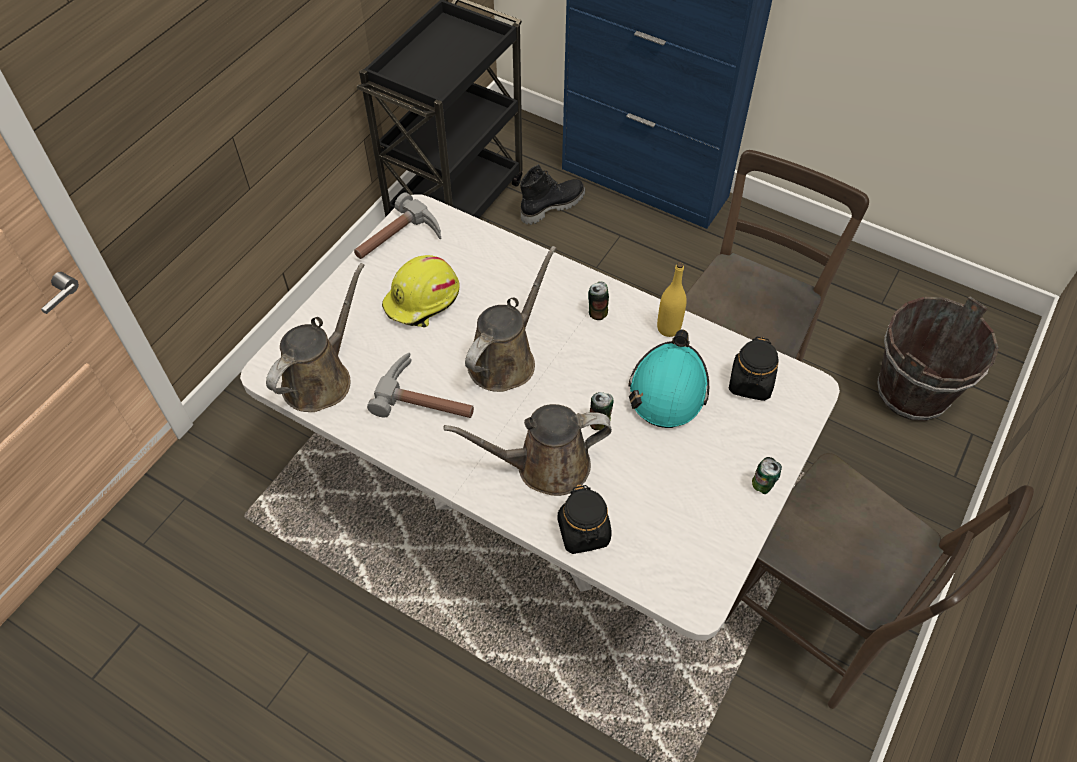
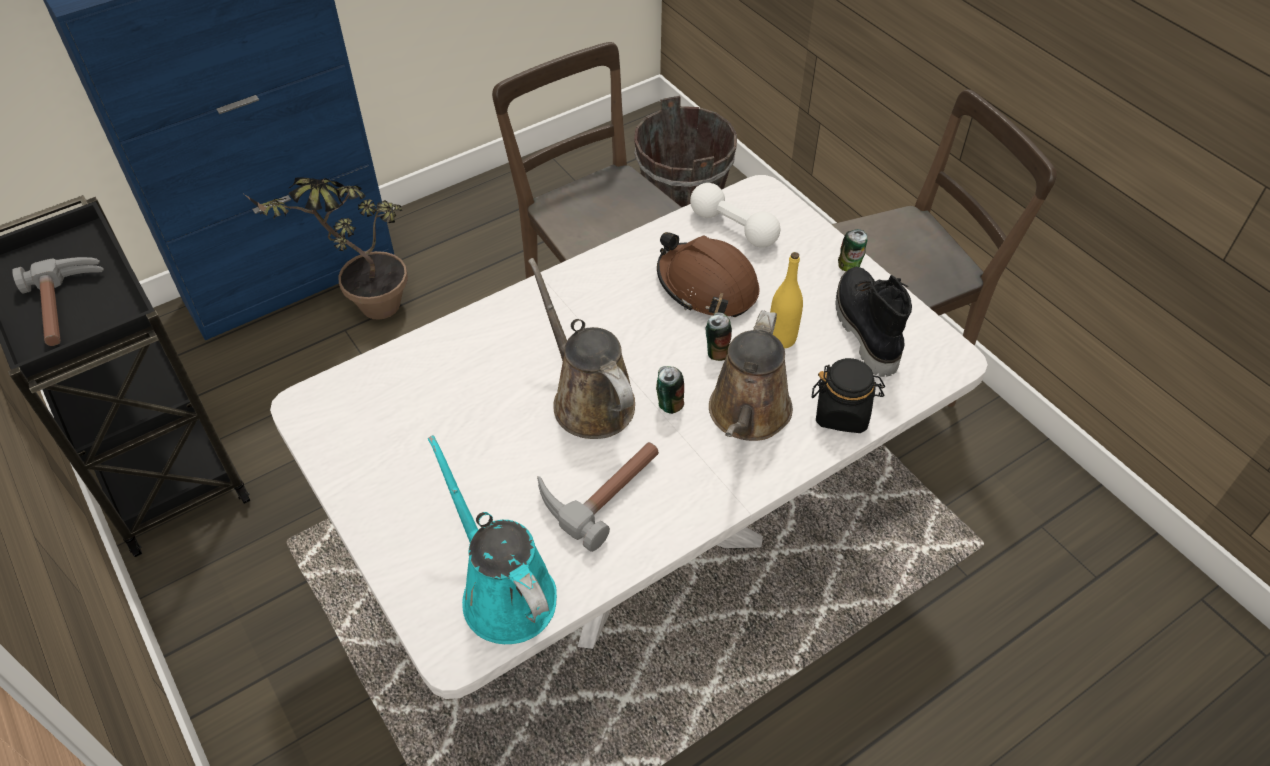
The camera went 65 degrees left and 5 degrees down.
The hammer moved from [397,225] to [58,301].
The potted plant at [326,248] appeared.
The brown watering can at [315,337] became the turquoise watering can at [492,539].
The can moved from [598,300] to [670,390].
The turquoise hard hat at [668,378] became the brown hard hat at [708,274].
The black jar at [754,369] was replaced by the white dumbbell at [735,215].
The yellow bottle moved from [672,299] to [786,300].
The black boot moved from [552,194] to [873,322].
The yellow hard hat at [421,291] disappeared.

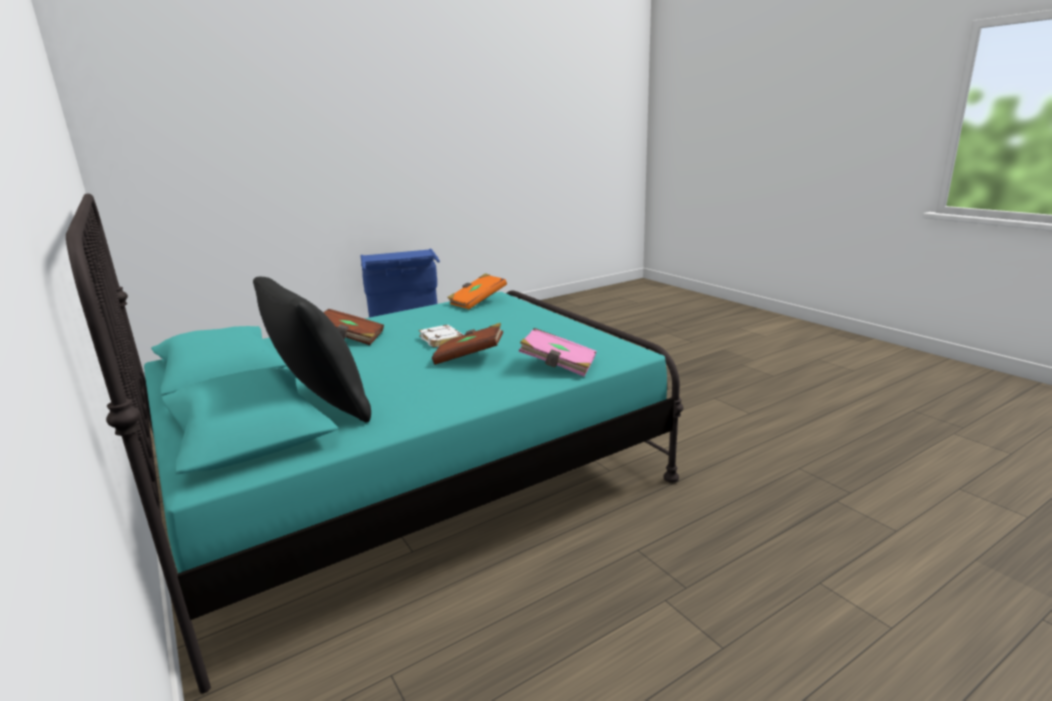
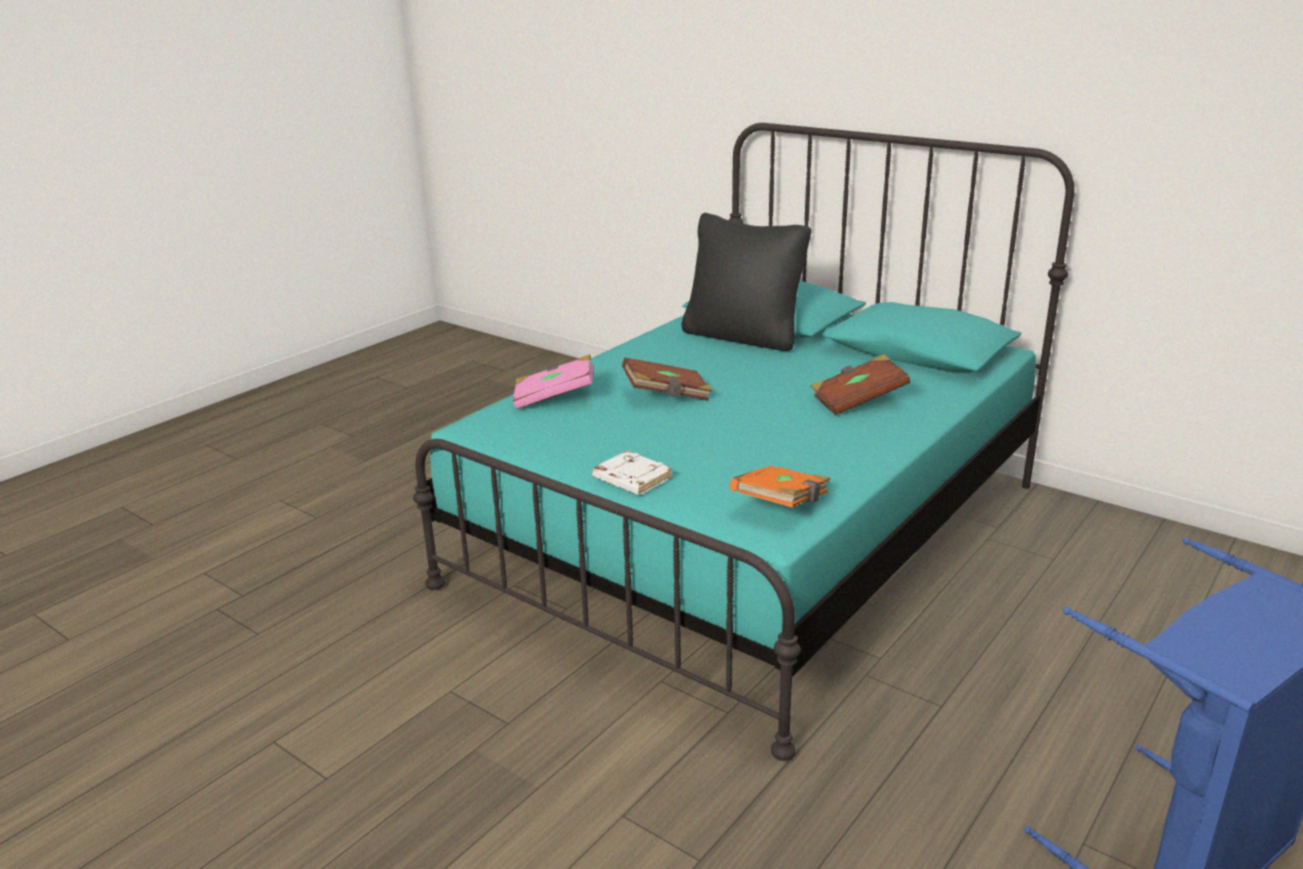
The camera went 160 degrees right and 5 degrees up.
The white book moved from [441,336] to [632,473].

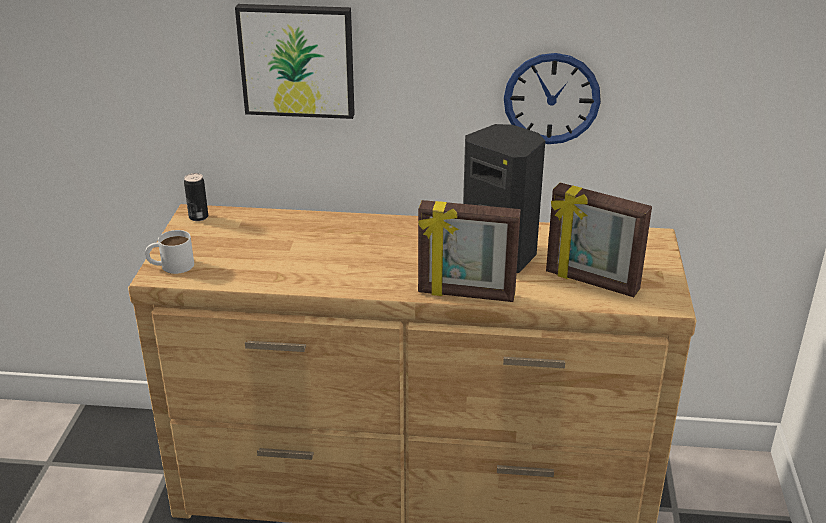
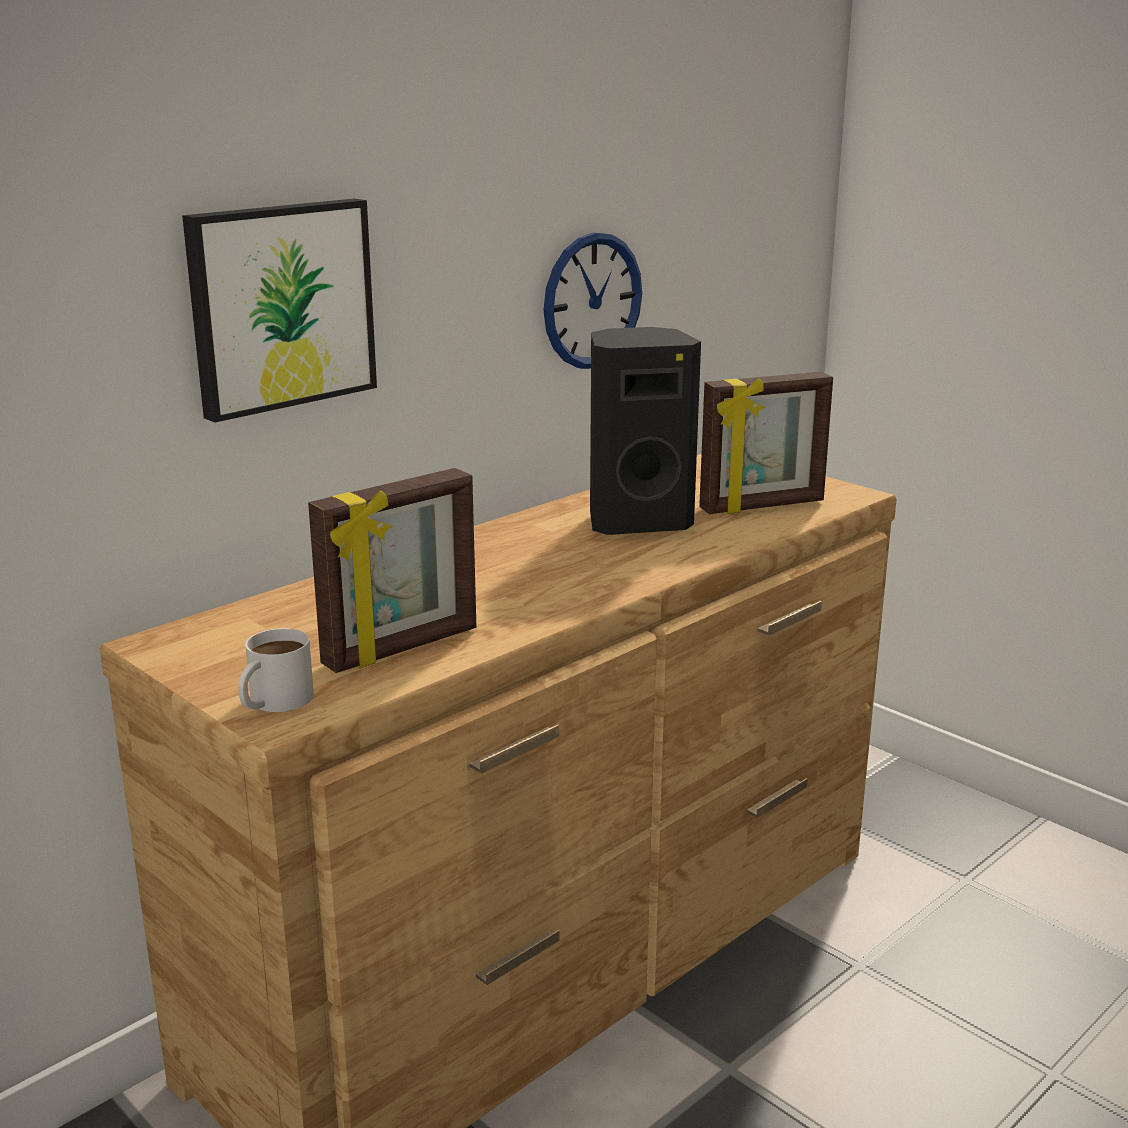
The camera went 50 degrees left and 10 degrees down.
The picture frame moved from [469,251] to [392,570].
The can at [196,197] disappeared.

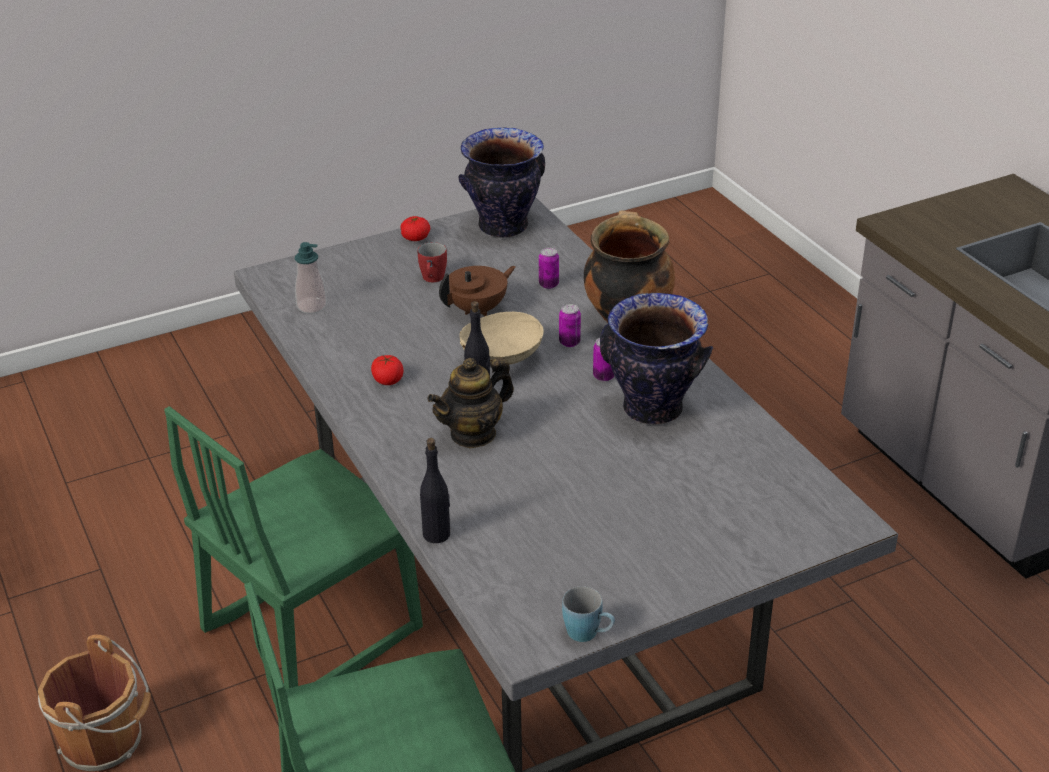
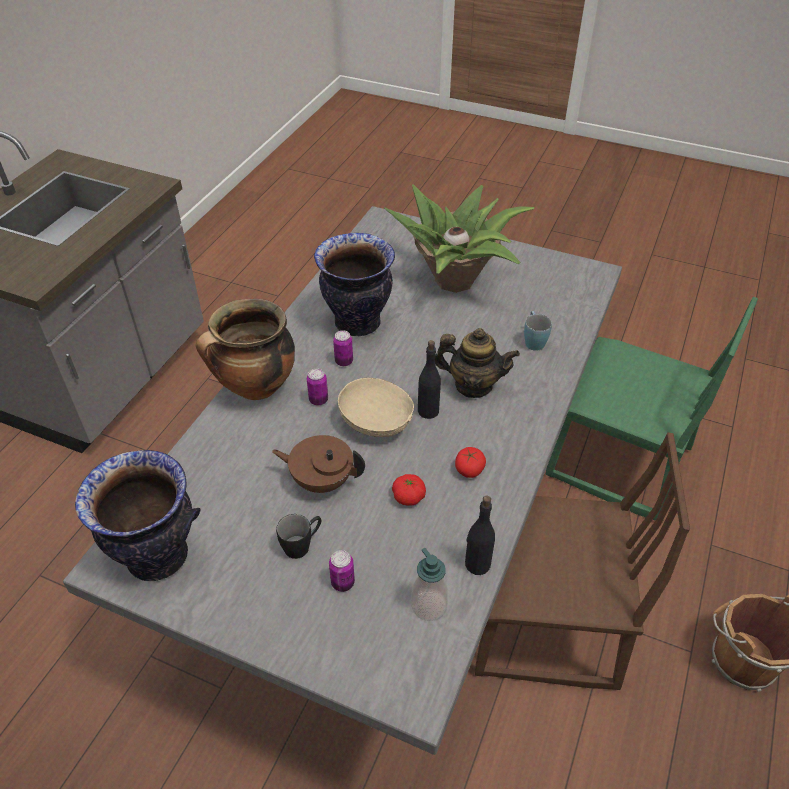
The camera went 130 degrees left and 10 degrees up.
The red mug at [432,262] became the black mug at [298,536].
The can moved from [549,268] to [342,571].
The potted plant at [459,238] appeared.
The tomato moved from [415,228] to [409,490].
The black bottle moved from [435,490] to [480,535].
The green chair at [293,547] became the brown chair at [582,561].
The blue mug moved from [588,614] to [538,331].

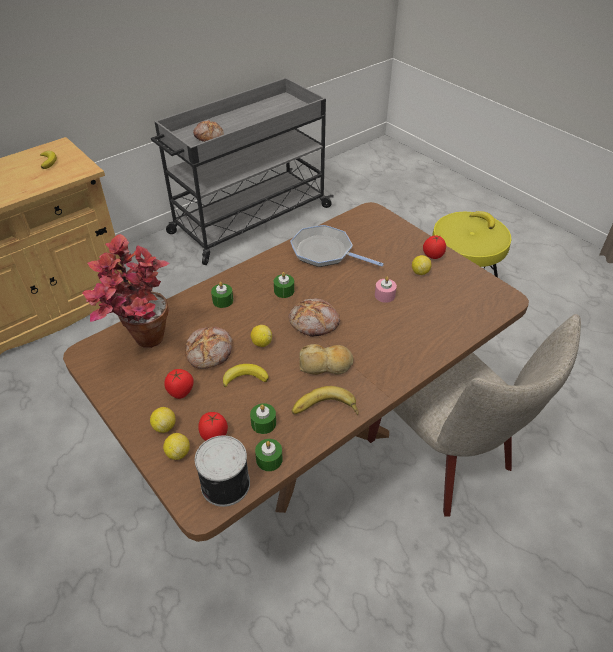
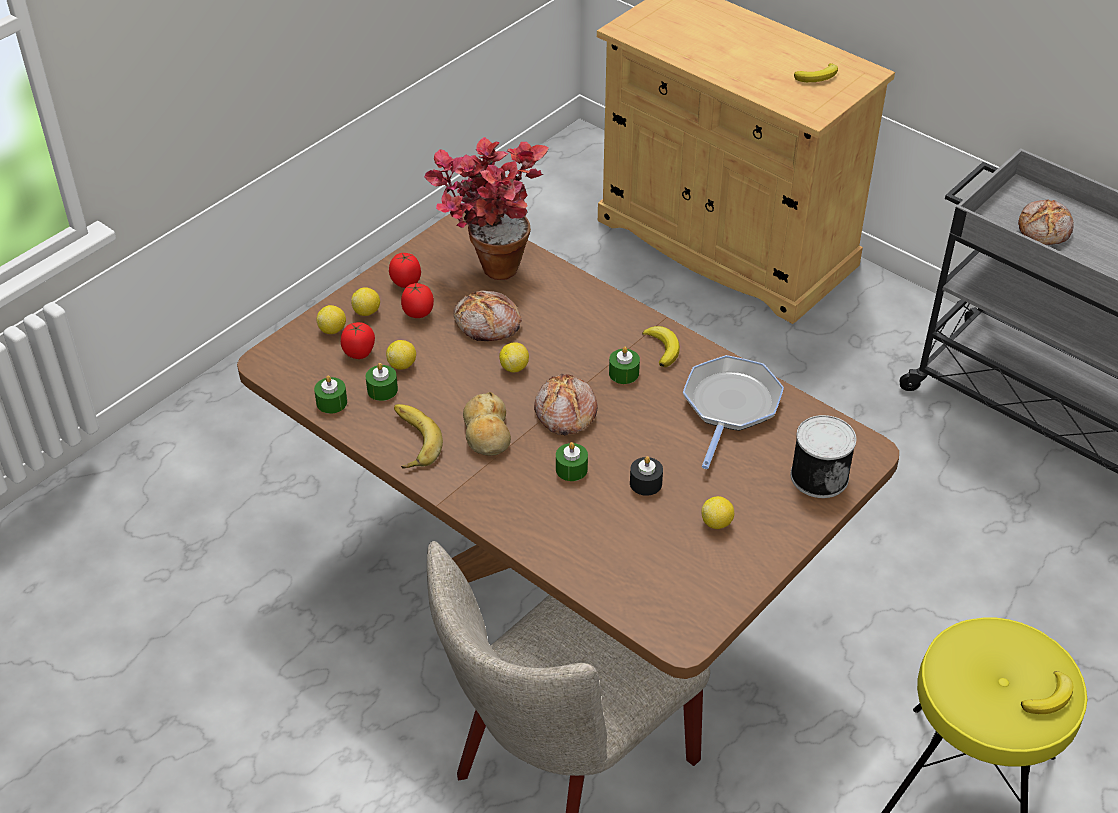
The camera went 80 degrees right and 0 degrees up.
The lemon at [401,355] appeared.
The tomato moved from [434,247] to [405,270].
The green candle moved from [222,295] to [572,461].
The pink candle at [386,290] became the black candle at [646,476].
The banana moved from [246,376] to [661,346].
The can moved from [222,471] to [823,456].

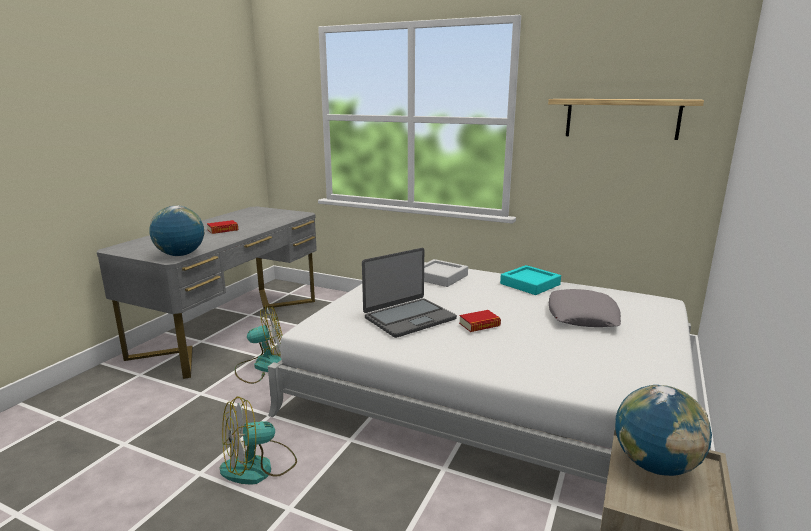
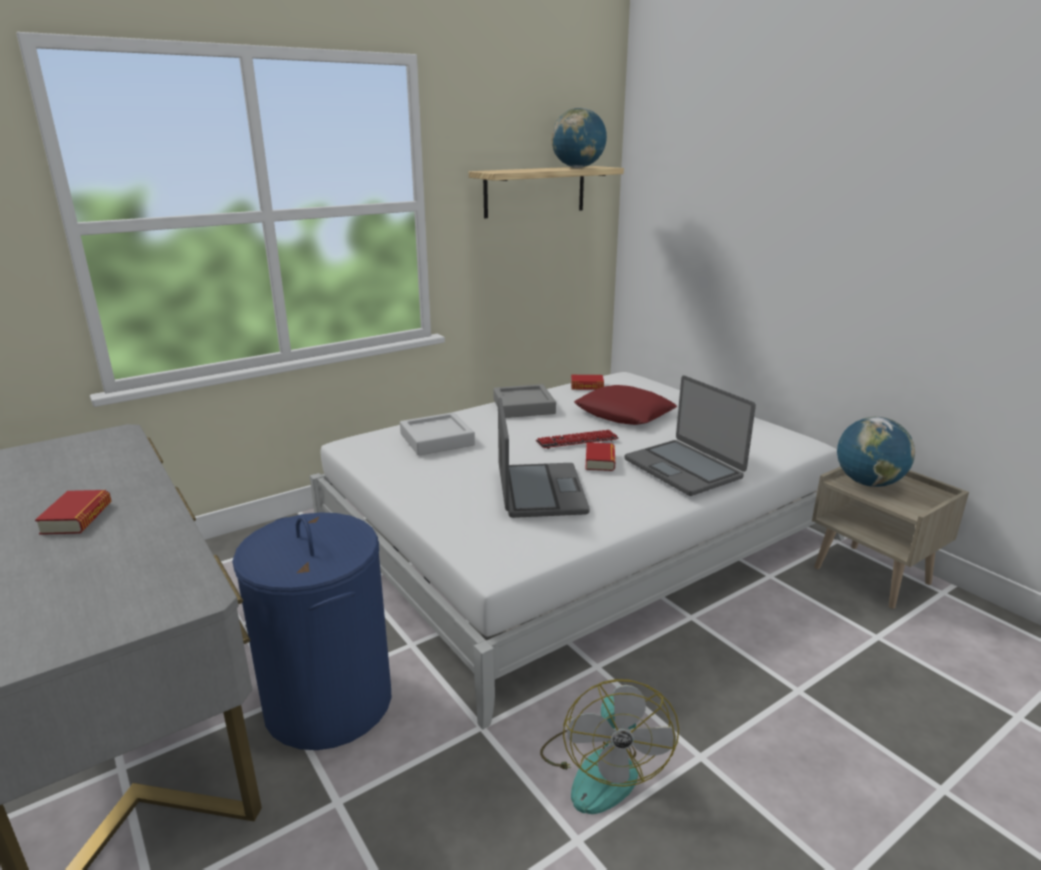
The camera went 60 degrees left and 5 degrees up.
The fan at [259,344] was replaced by the blue laundry basket at [311,631].
The turquoise tray at [530,280] became the grey tray at [525,401].
The keyboard at [577,439] appeared.
The globe moved from [177,231] to [579,138].
The book at [587,382] appeared.
The grey pillow at [585,308] became the red pillow at [625,405].
The laptop at [690,435] appeared.

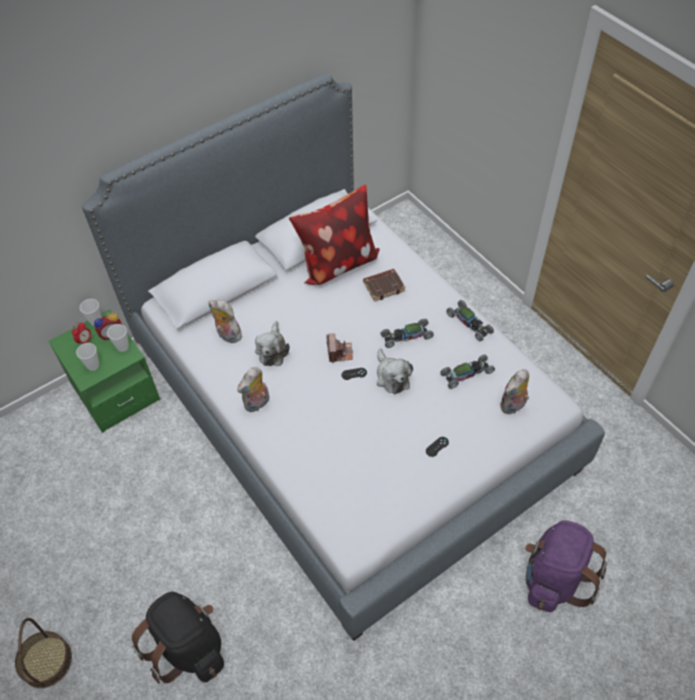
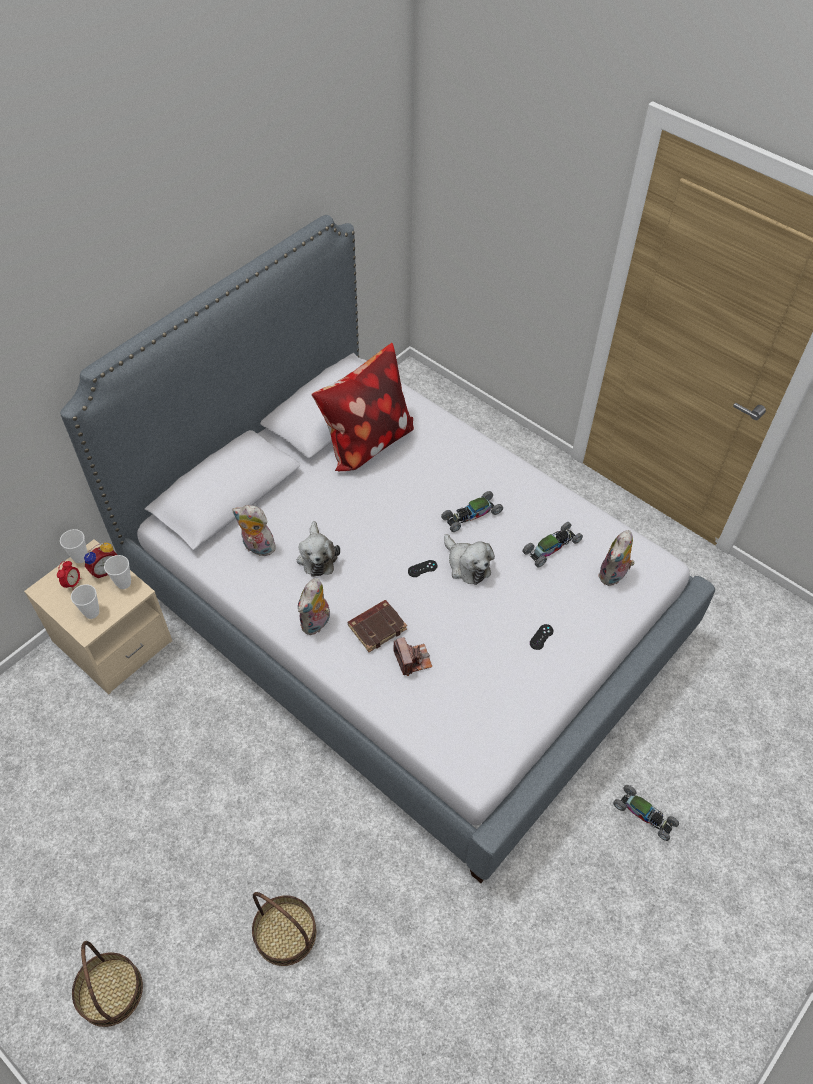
The camera went 15 degrees left and 0 degrees up.
The green nightstand at [104,371] became the beige nightstand at [98,617].
The black backpack at [178,637] was replaced by the basket at [284,929].
The brown book moved from [384,285] to [377,626].
The photo camera moved from [339,348] to [412,656].
The toy car moved from [470,320] to [646,813].
The purple backpack at [566,566] disappeared.

